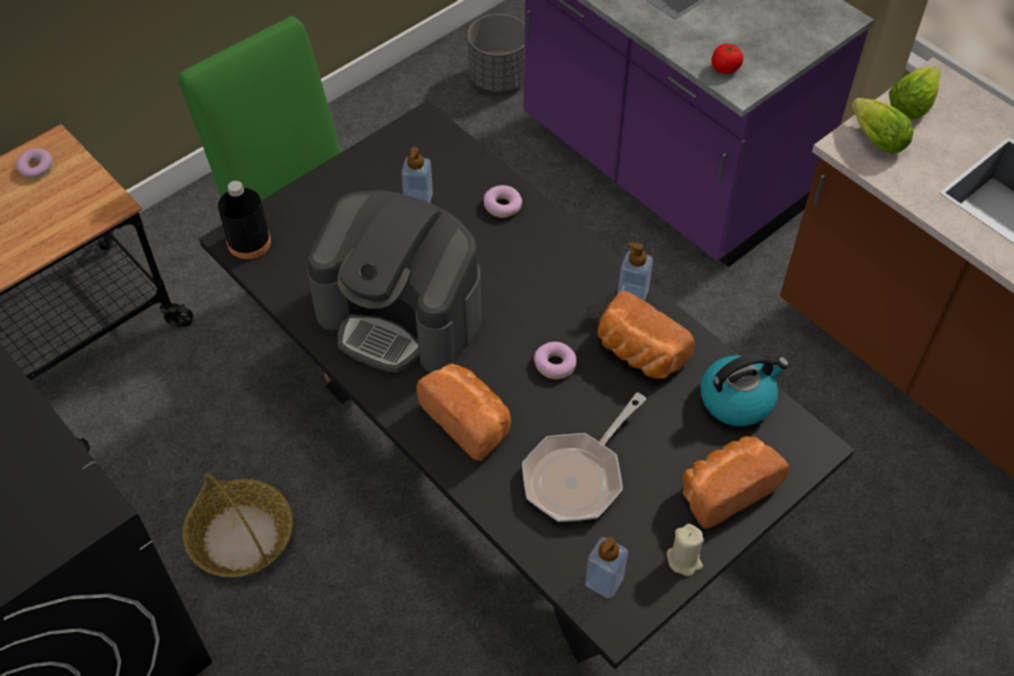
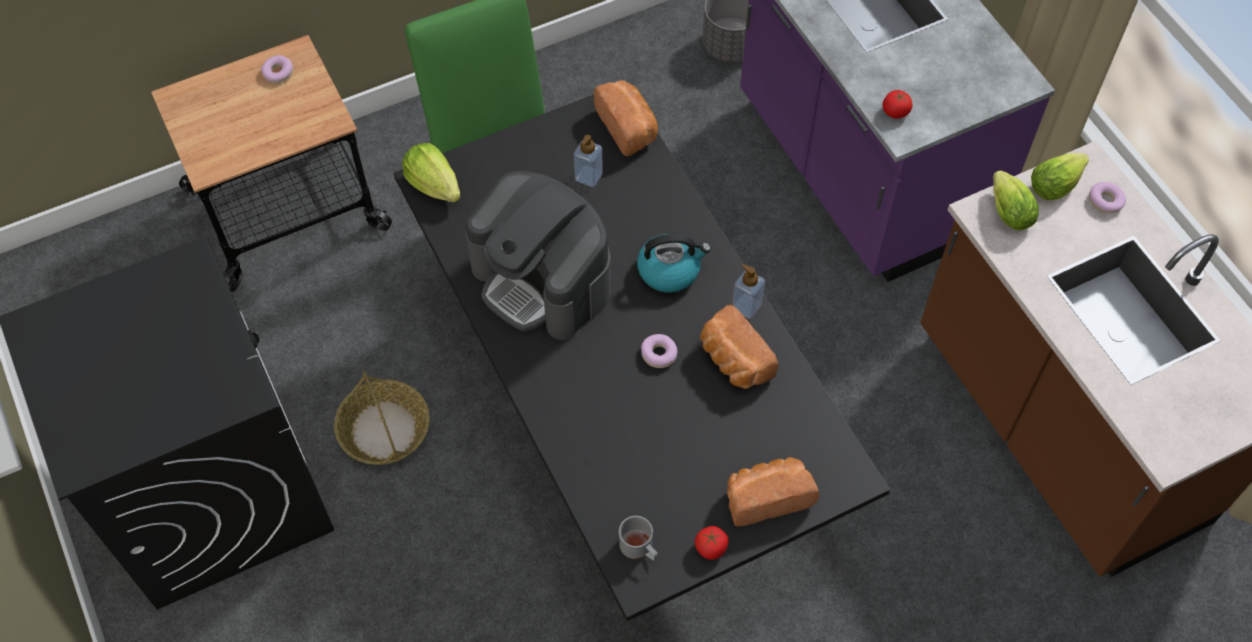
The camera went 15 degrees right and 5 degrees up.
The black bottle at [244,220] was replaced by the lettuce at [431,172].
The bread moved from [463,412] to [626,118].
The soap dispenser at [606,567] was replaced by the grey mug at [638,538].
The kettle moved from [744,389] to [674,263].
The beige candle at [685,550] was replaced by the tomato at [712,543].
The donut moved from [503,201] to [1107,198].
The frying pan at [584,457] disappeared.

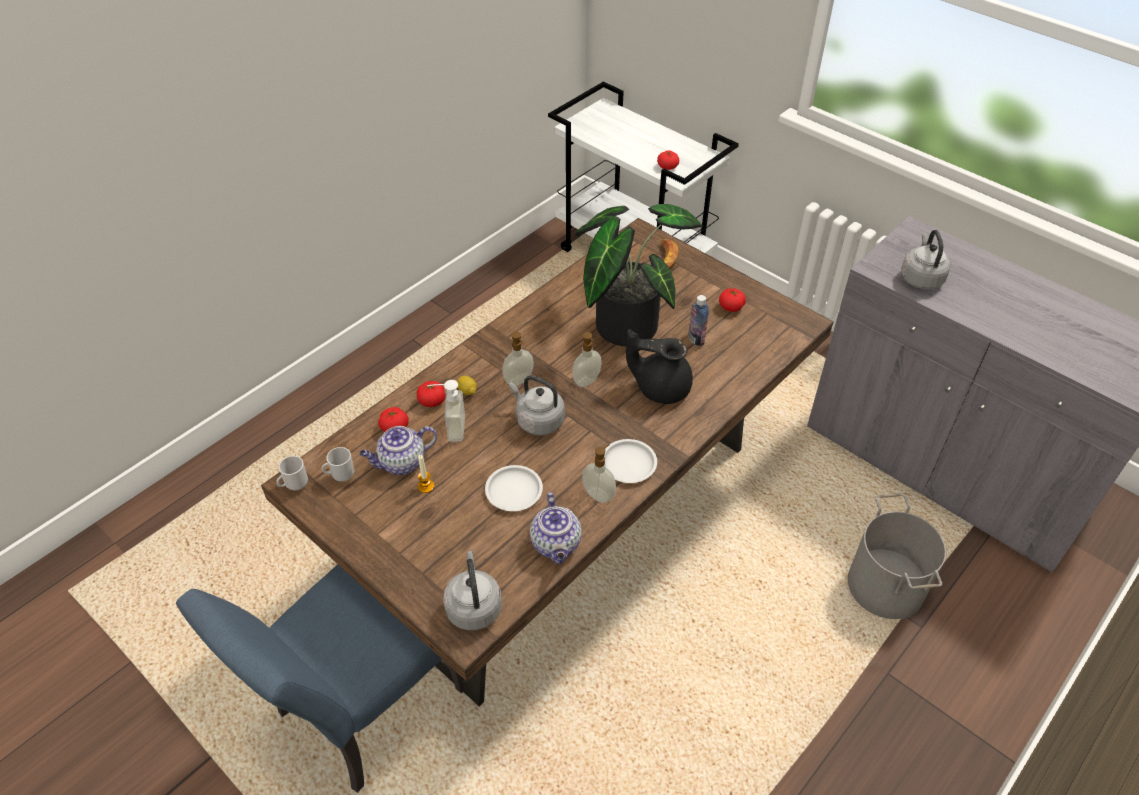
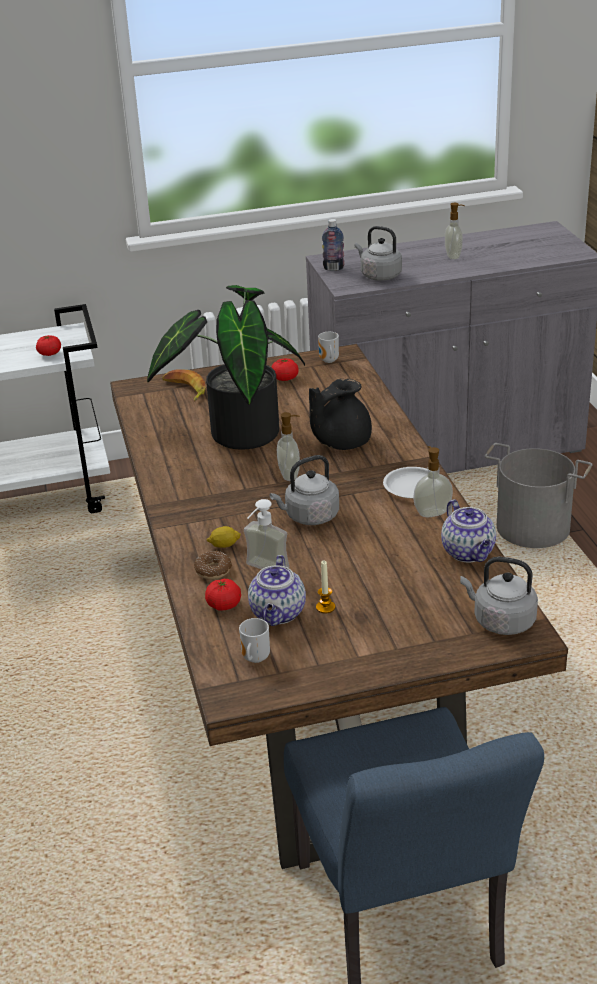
The camera went 55 degrees left and 15 degrees down.
The tomato at [431,394] was replaced by the donut at [213,565].
The mug moved from [292,473] to [328,347].
The bottle moved from [698,320] to [333,245].
The teapot at [556,528] turned 45 degrees clockwise.
The soap dispenser moved from [518,359] to [455,231].
The white plate at [514,488] disappeared.

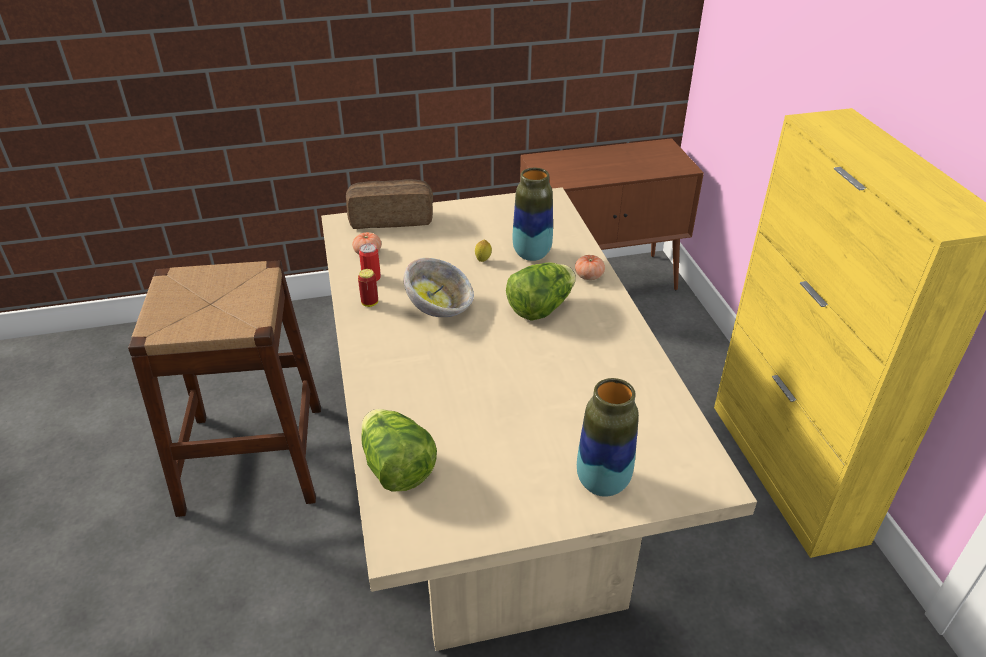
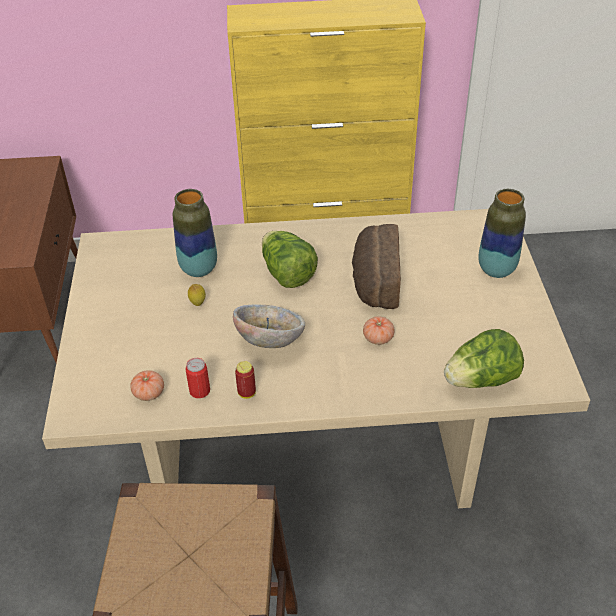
The camera went 80 degrees left and 5 degrees up.
The bread moved from [389,204] to [376,266].
The tomato moved from [590,267] to [379,330].

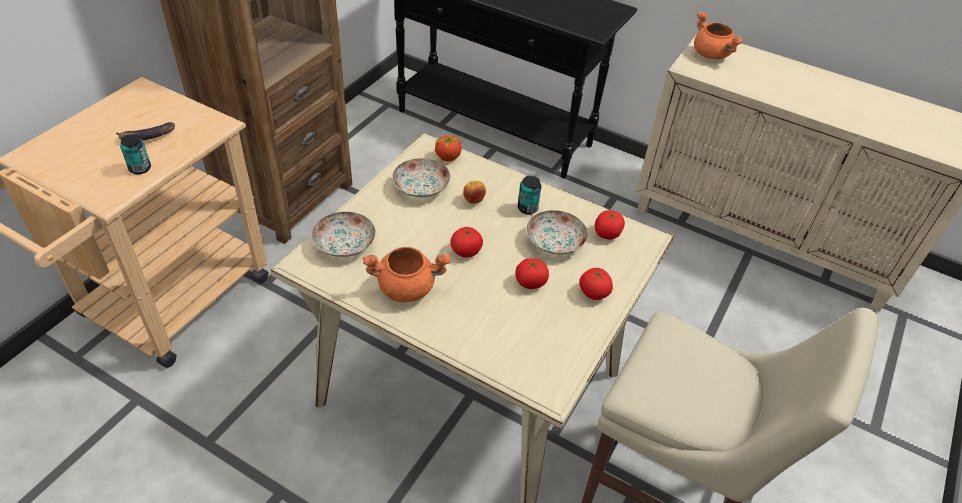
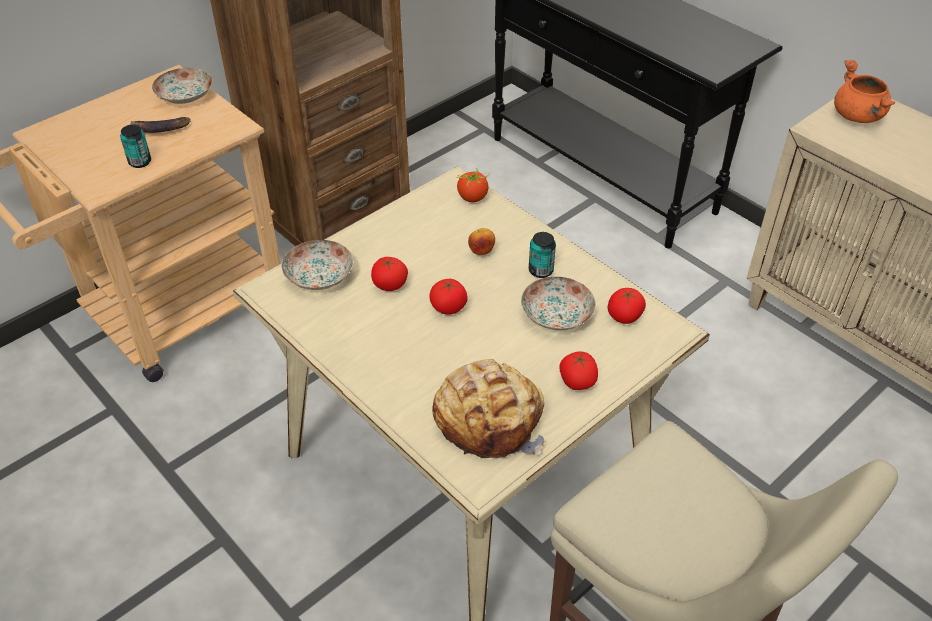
The camera went 20 degrees right and 0 degrees up.
The plate moved from [422,178] to [182,86].
The tomato moved from [532,273] to [389,274].
The bread at [488,408] appeared.
The orange cooking pot at [407,274] disappeared.

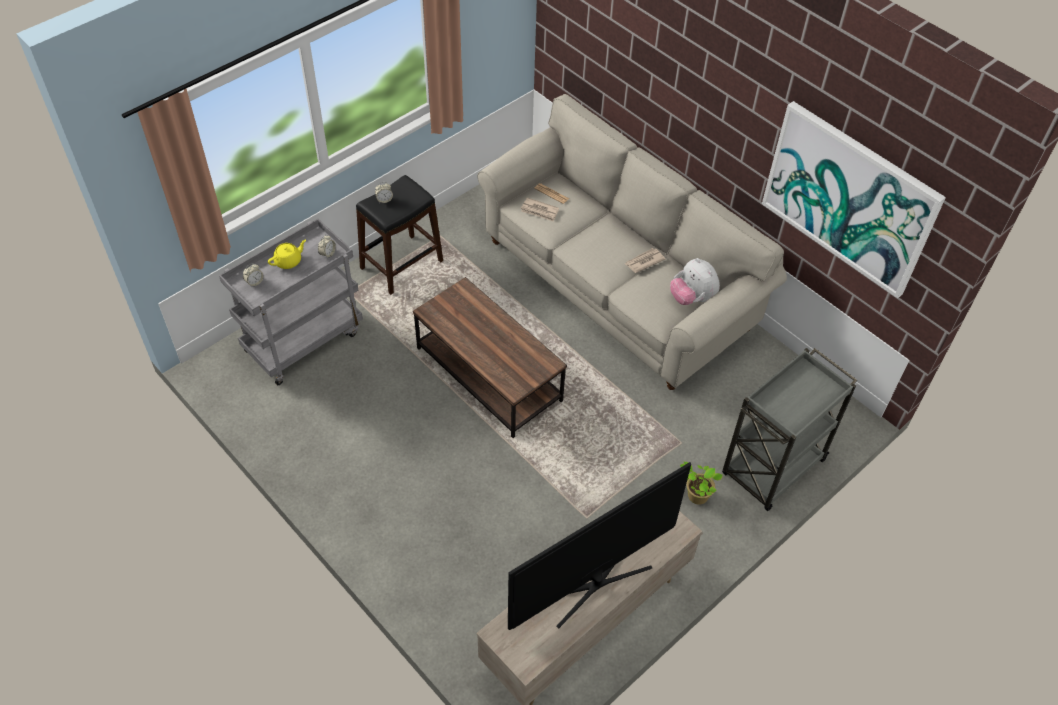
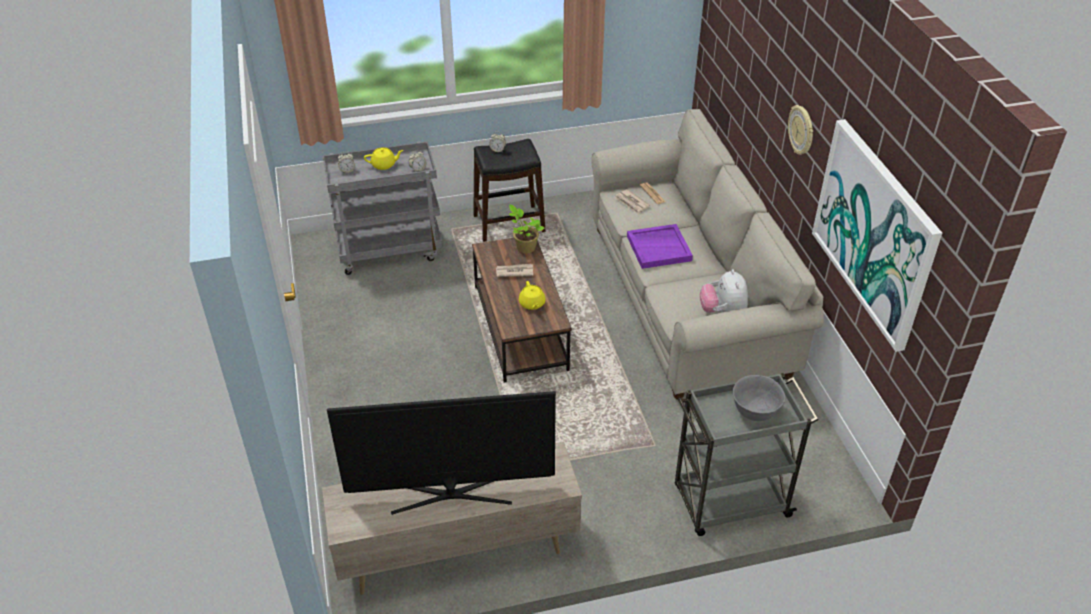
The camera went 30 degrees right and 10 degrees down.
The newspaper moved from [645,260] to [514,270].
The potted plant moved from [701,483] to [526,229].
The yellow teapot at [532,295] appeared.
The purple tray at [660,246] appeared.
The grey bowl at [759,398] appeared.
The wall clock at [800,130] appeared.

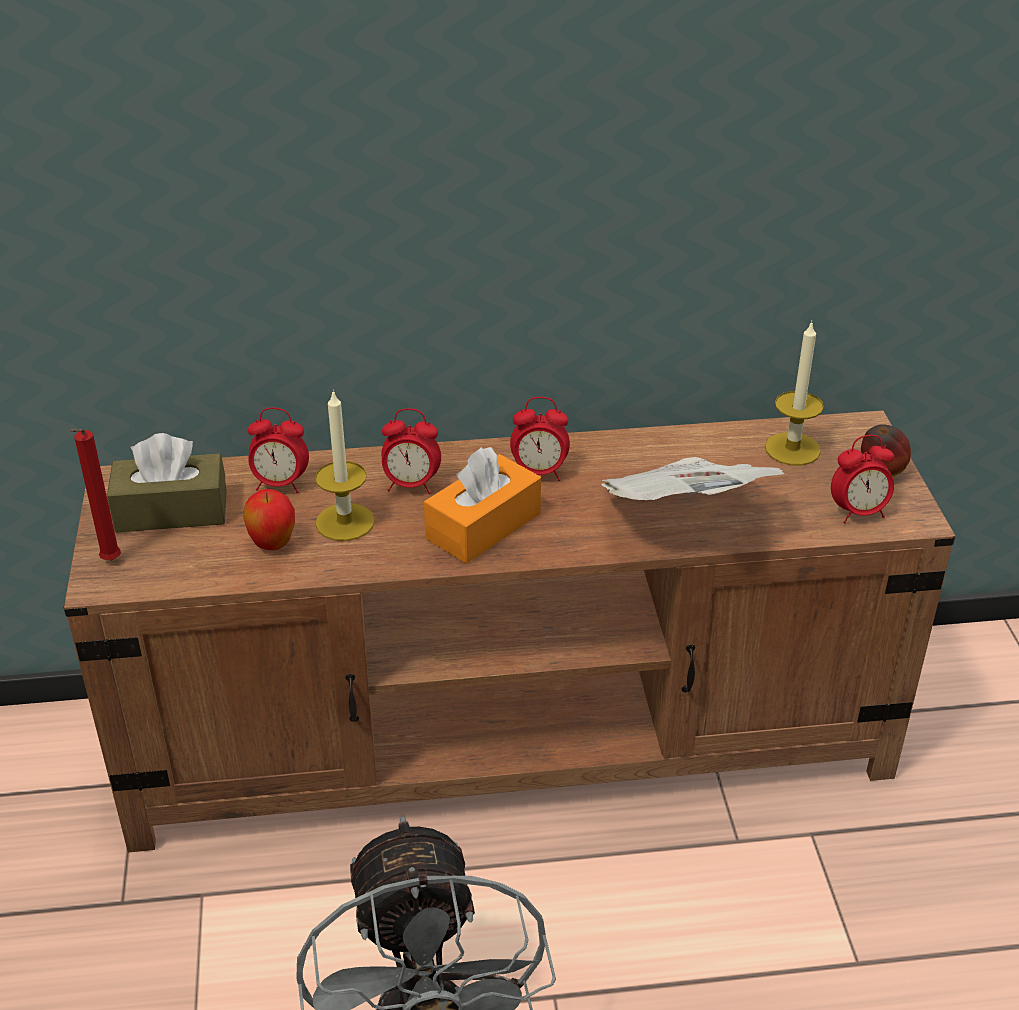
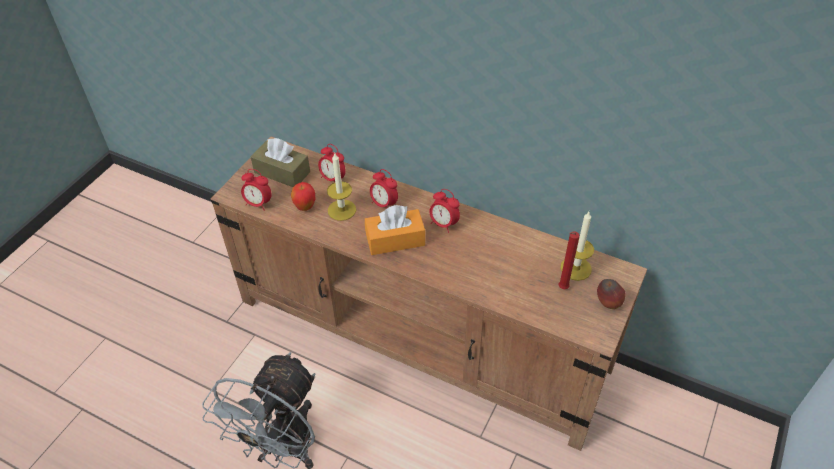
The camera went 35 degrees right and 10 degrees up.
The alarm clock moved from [862,479] to [256,190].
The red candle moved from [95,495] to [569,260].
The newspaper at [693,478] disappeared.

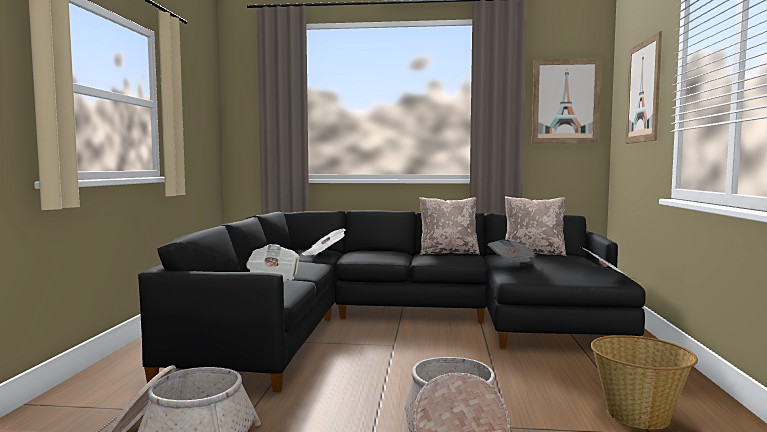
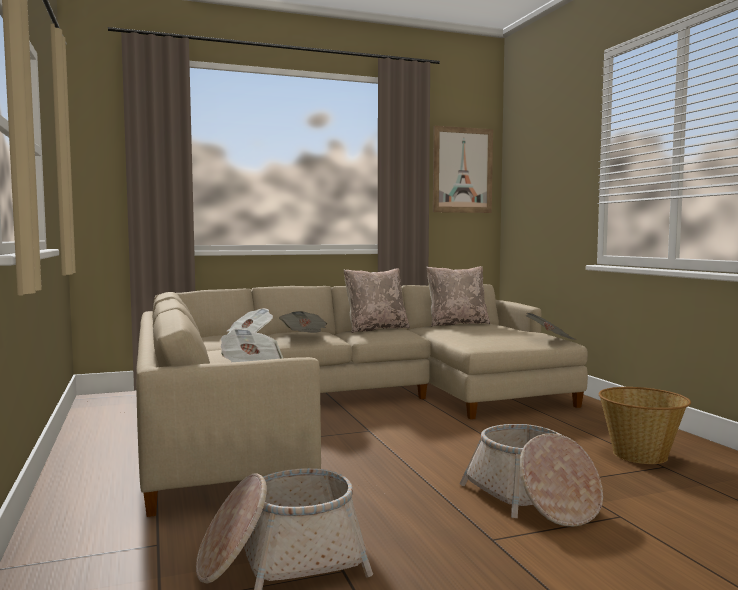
The camera went 25 degrees left and 0 degrees up.
The black sofa at [392,301] became the beige sofa at [362,400].
The newspaper moved from [511,250] to [303,322].
The picture at [643,87] disappeared.

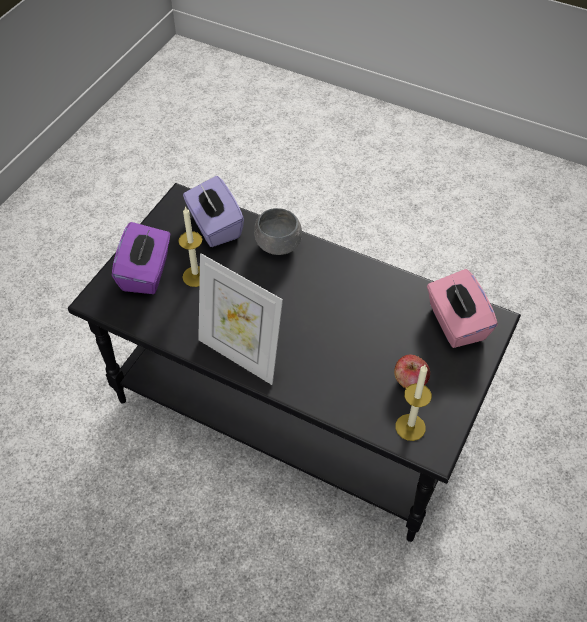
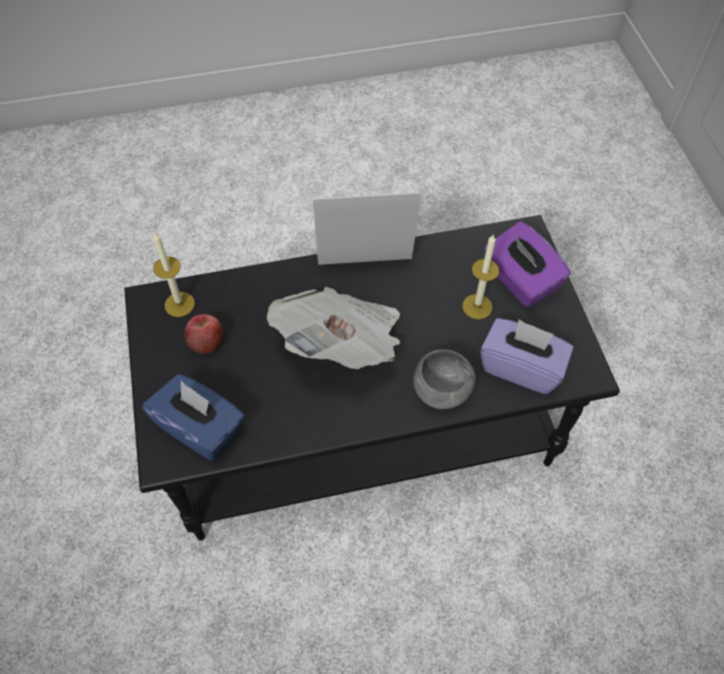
The camera went 140 degrees right and 5 degrees up.
The pink tissue box at [462,308] became the blue tissue box at [193,417].
The newspaper at [333,328] appeared.

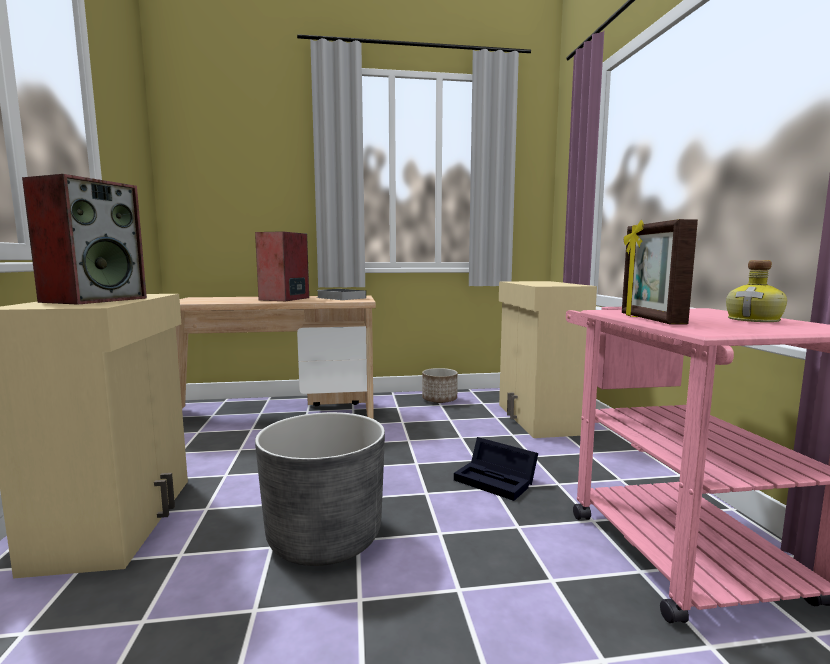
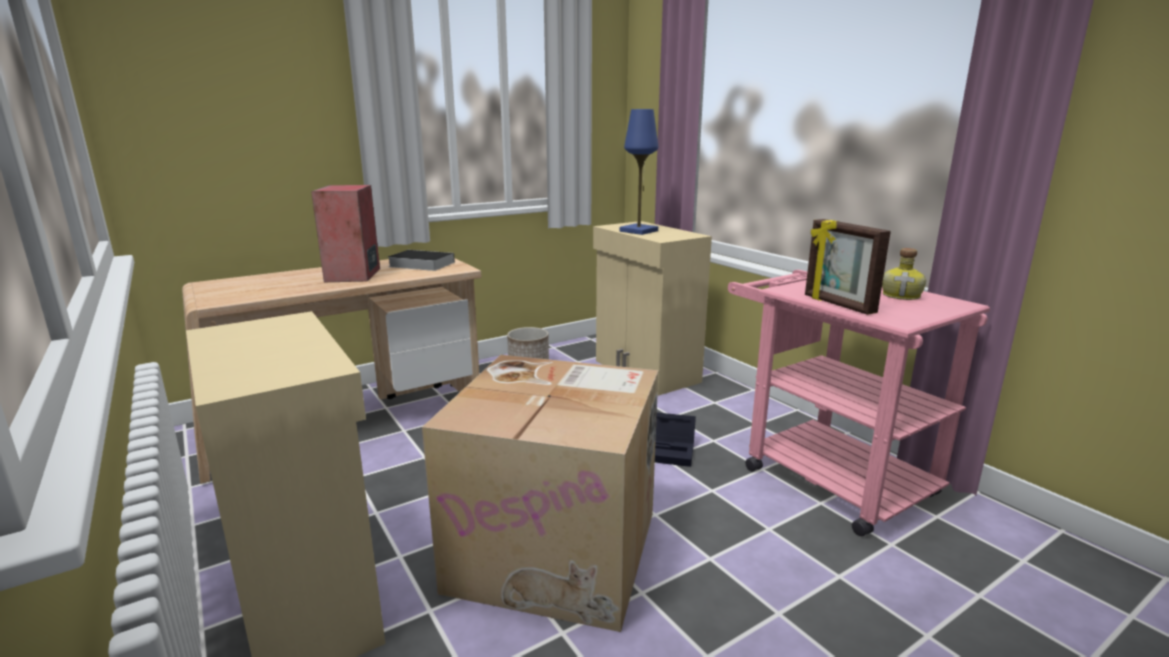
The camera went 25 degrees left and 10 degrees up.
The grey planter at [320,489] was replaced by the cardboard box at [540,493].
The blue table lamp at [638,172] appeared.
The speaker at [84,239] disappeared.

